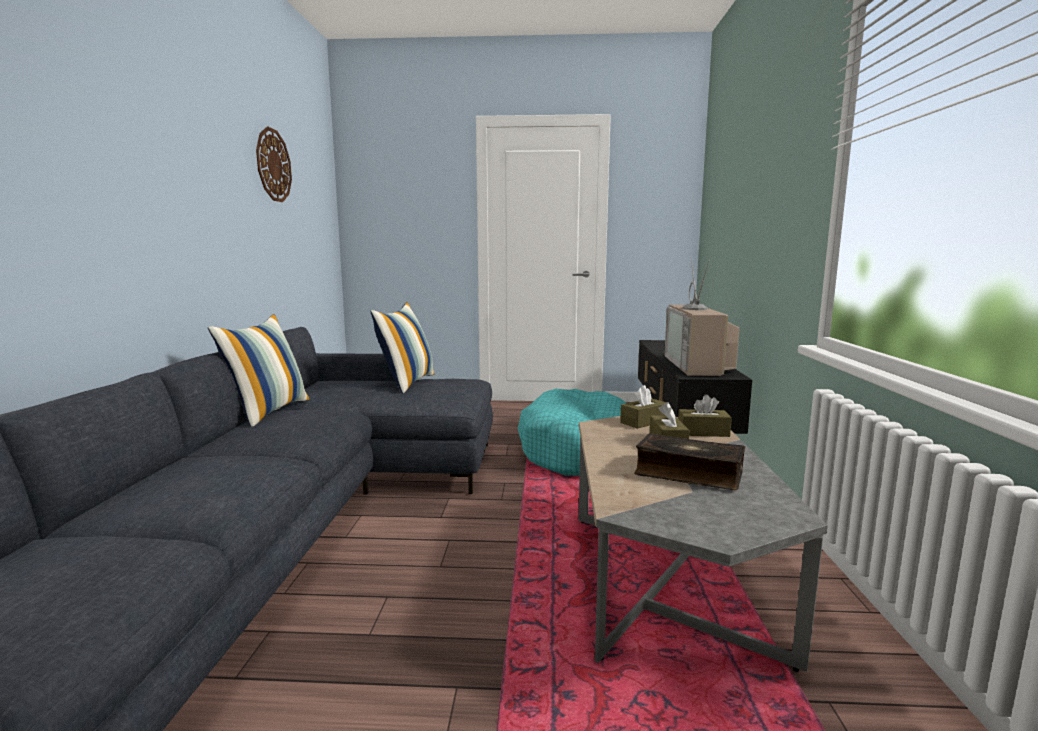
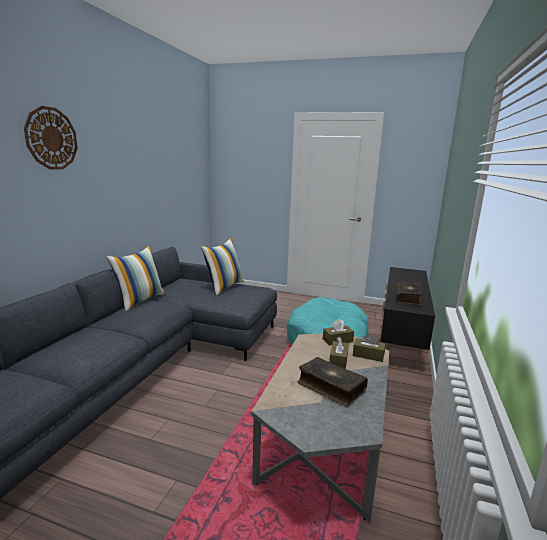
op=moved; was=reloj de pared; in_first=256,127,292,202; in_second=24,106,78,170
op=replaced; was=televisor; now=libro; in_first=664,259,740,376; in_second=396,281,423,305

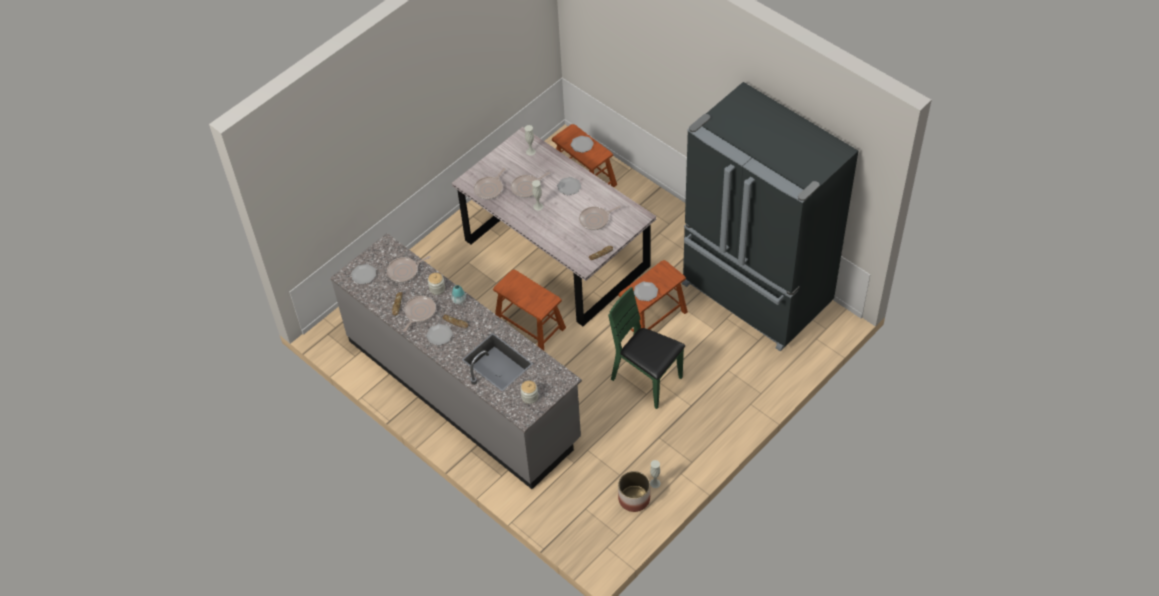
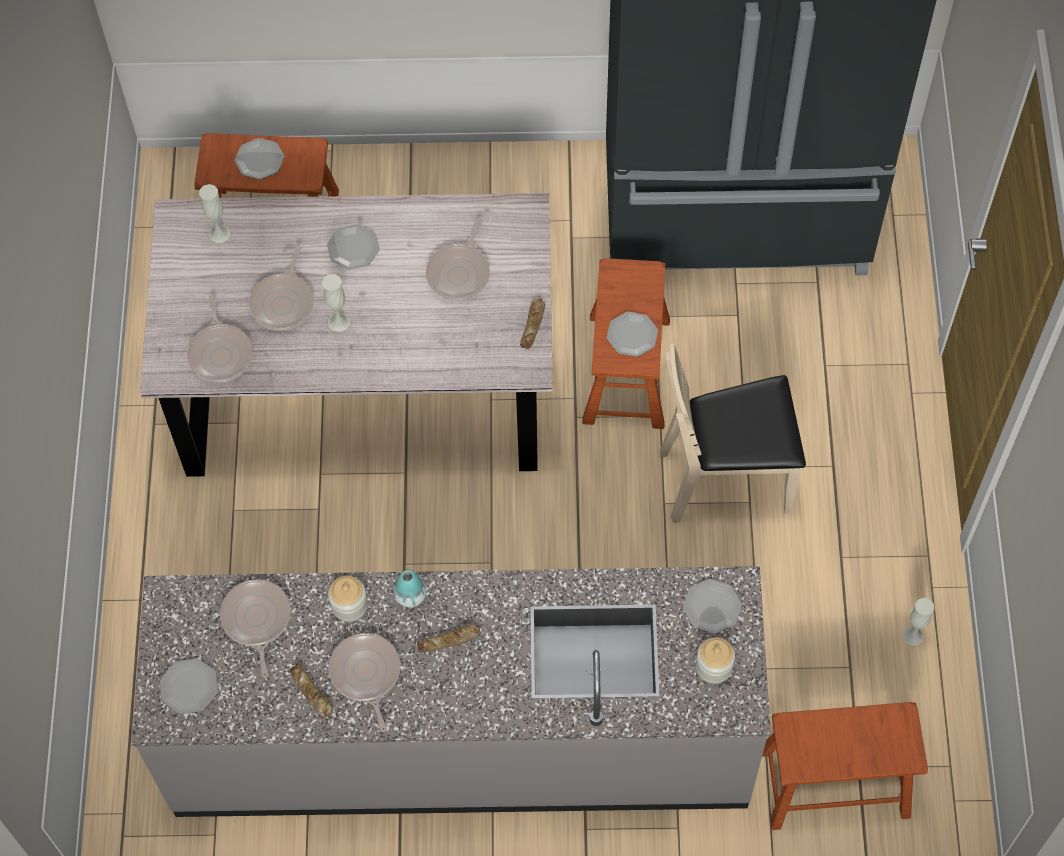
op=removed; was=maceta; in_first=618,471,650,512
op=moved; was=plato; in_first=426,324,453,346; in_second=683,579,742,634
op=moved; was=taburete (marrón); in_first=493,269,566,351; in_second=762,702,928,830
op=recoloured; was=silla (verde); now=silla (beis); in_first=608,287,685,409; in_second=660,344,806,523
op=turned; was=sartén; in_first=387,256,431,282; in_second=220,579,291,678; clockwise=150

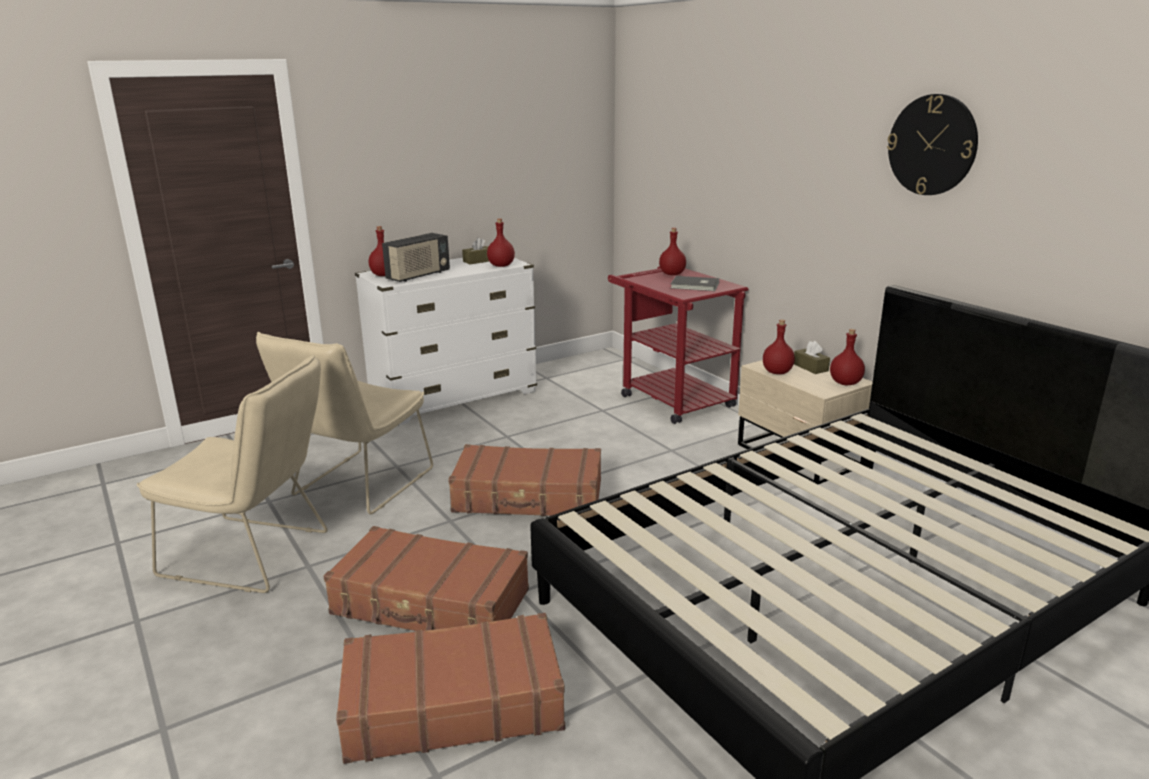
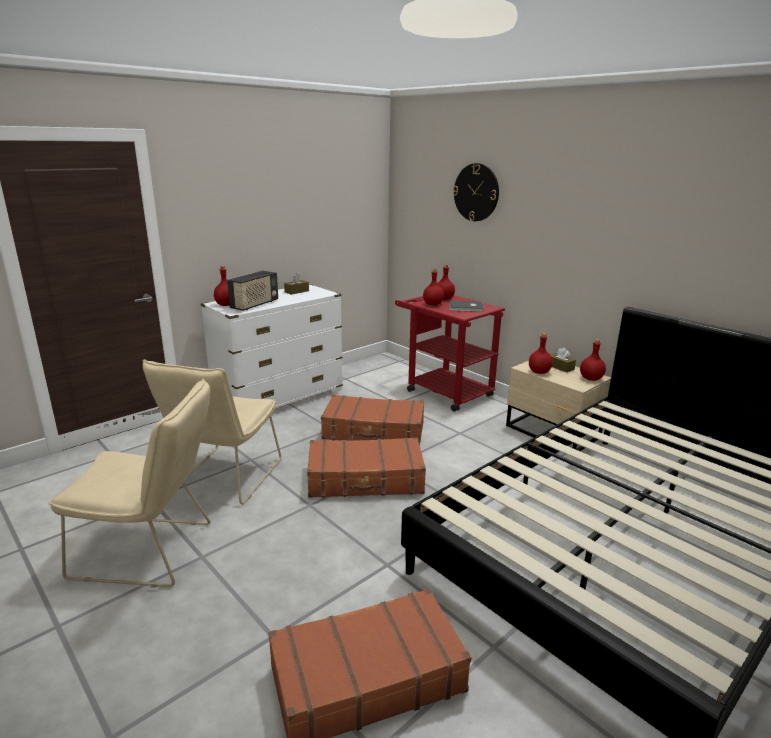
op=moved; was=maleta (marrón); in_first=323,526,529,631; in_second=321,395,424,445
op=moved; was=botella (rojo); in_first=487,218,515,267; in_second=423,269,444,305
op=moved; was=reloj de pared; in_first=887,94,978,195; in_second=453,163,499,221

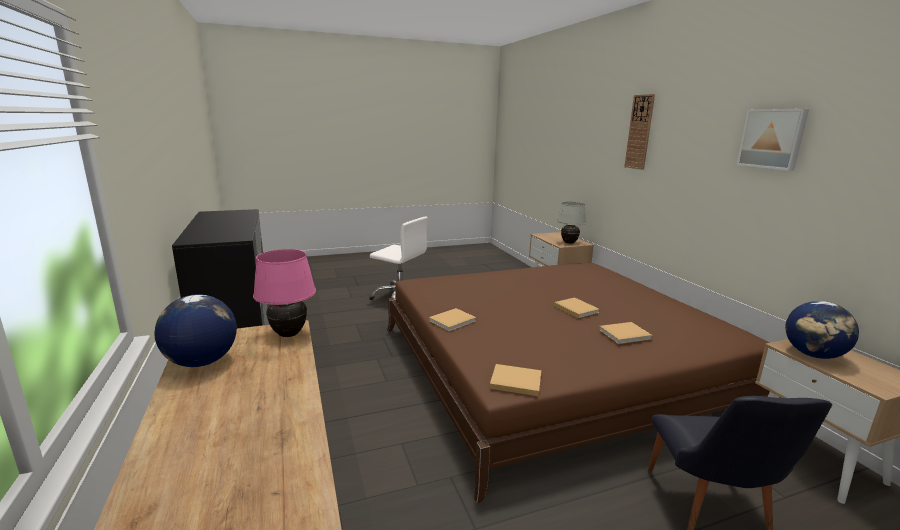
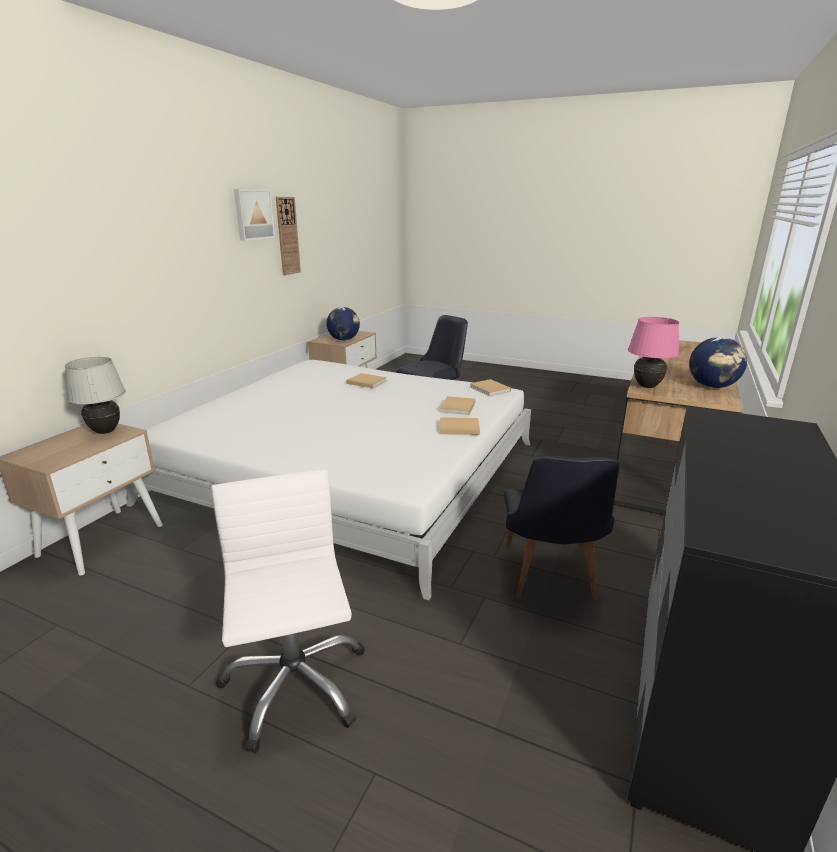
op=added; now=silla (negro); in_second=504,456,620,601
op=moved; was=libro (beis); in_first=554,298,599,318; in_second=440,396,475,415
op=moved; was=reloj de pared; in_first=624,94,655,170; in_second=276,197,301,275
op=recoloured; was=cama (marrón); now=cama (blanco); in_first=387,263,781,503; in_second=126,360,531,600

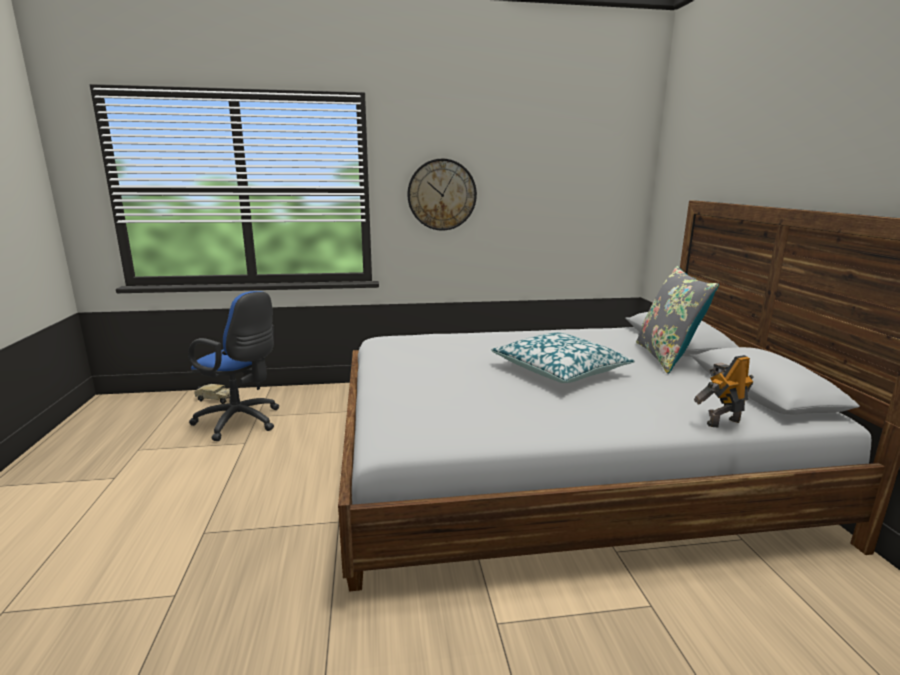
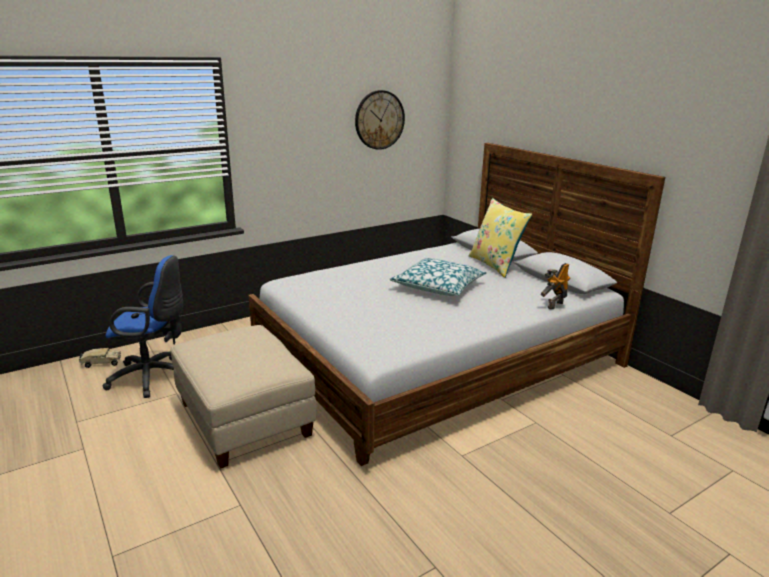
op=added; now=puf (beis); in_second=170,325,317,469
op=moved; was=reloj de pared; in_first=407,159,477,231; in_second=355,90,405,150
op=recoloured; was=cojín (gris); now=cojín (amarillo); in_first=636,266,719,374; in_second=469,198,532,278

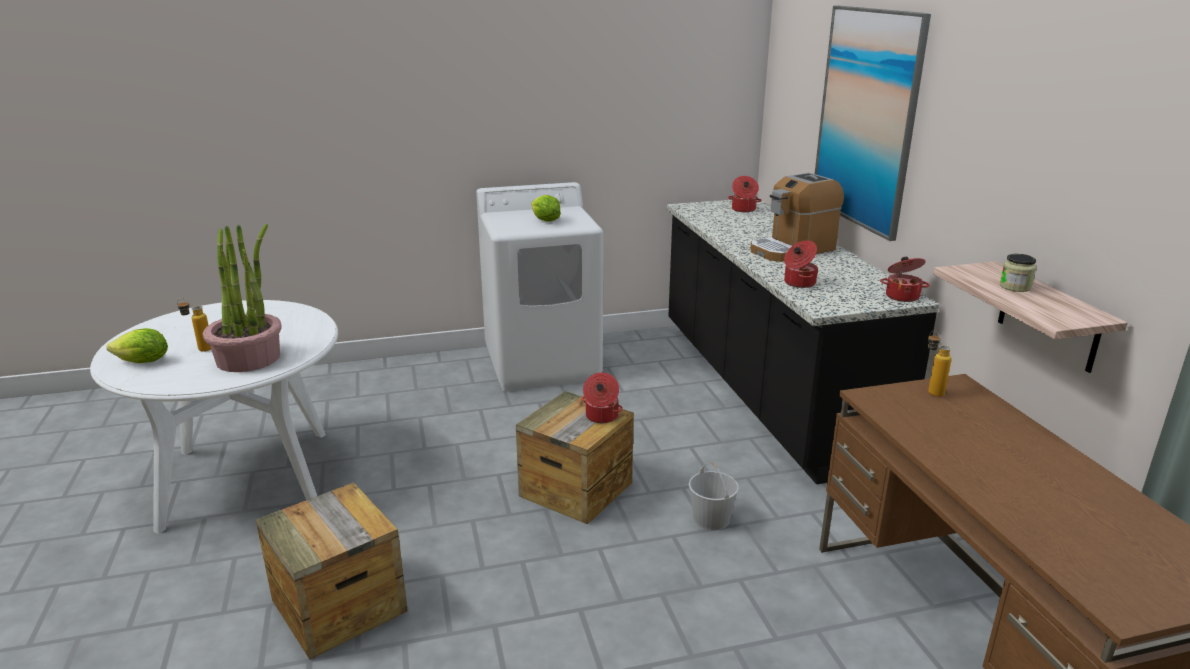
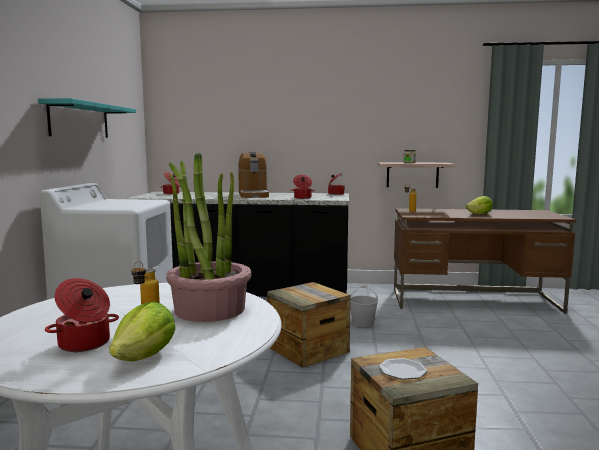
op=removed; was=cuadro; in_first=815,6,931,241
op=added; now=estante (turquesa); in_second=38,98,136,138
op=added; now=plato; in_second=379,358,427,380
op=moved; was=lechuga; in_first=531,195,561,222; in_second=465,196,493,214
op=moved; was=olla; in_first=582,373,623,423; in_second=45,278,119,352

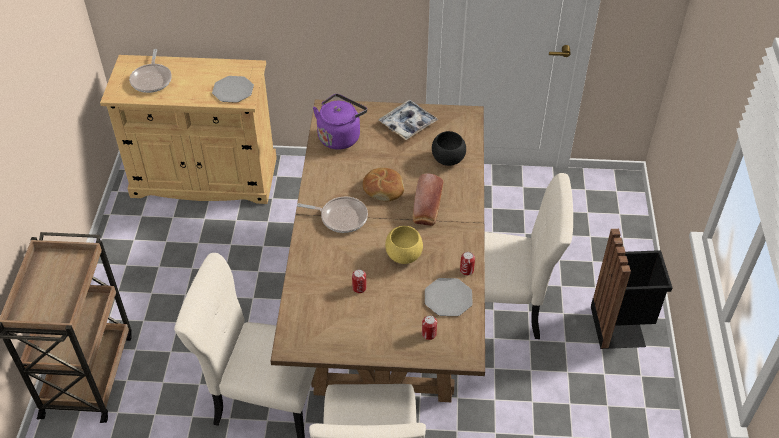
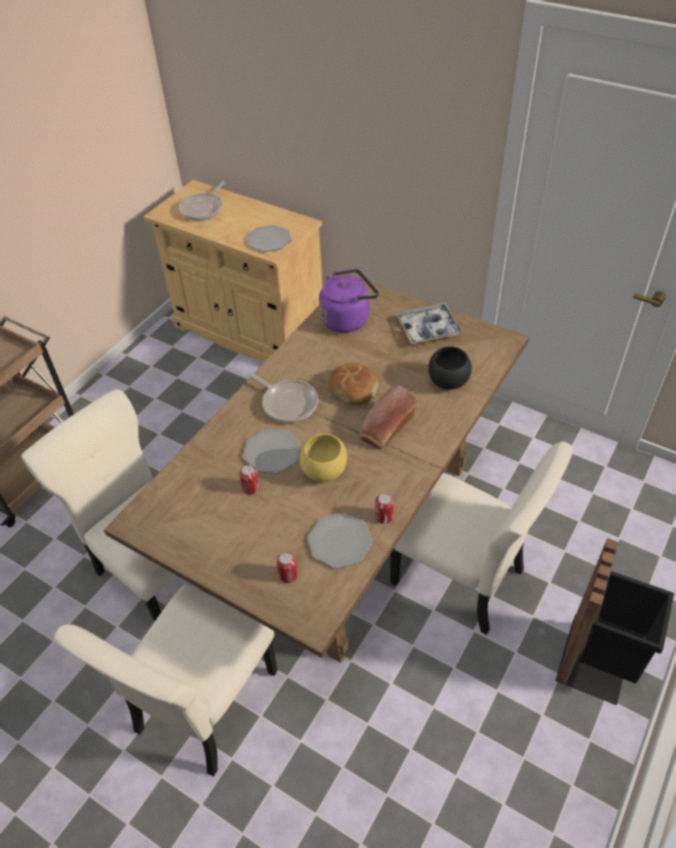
op=added; now=plato; in_second=243,429,301,473

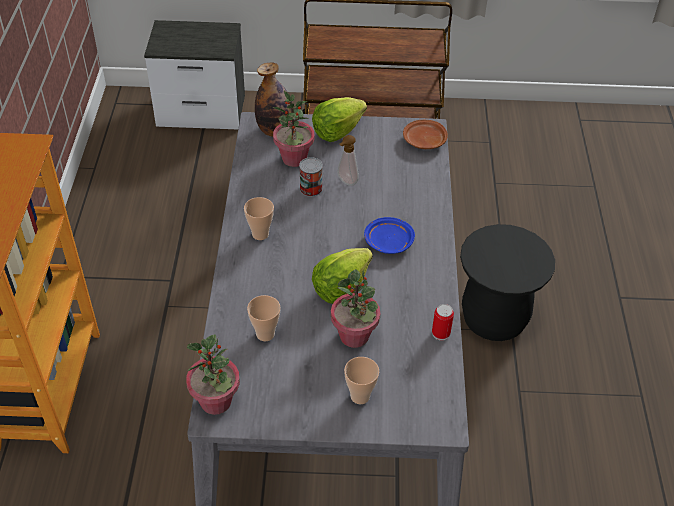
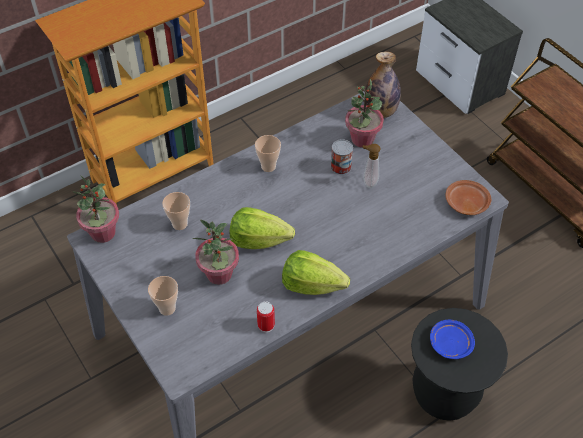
op=moved; was=lechuga; in_first=312,97,367,142; in_second=282,250,350,295
op=moved; was=plato (azul); in_first=364,217,415,254; in_second=430,320,475,359

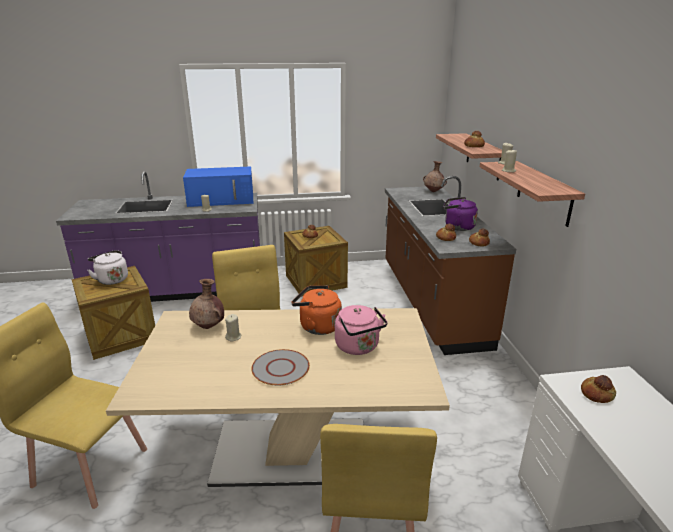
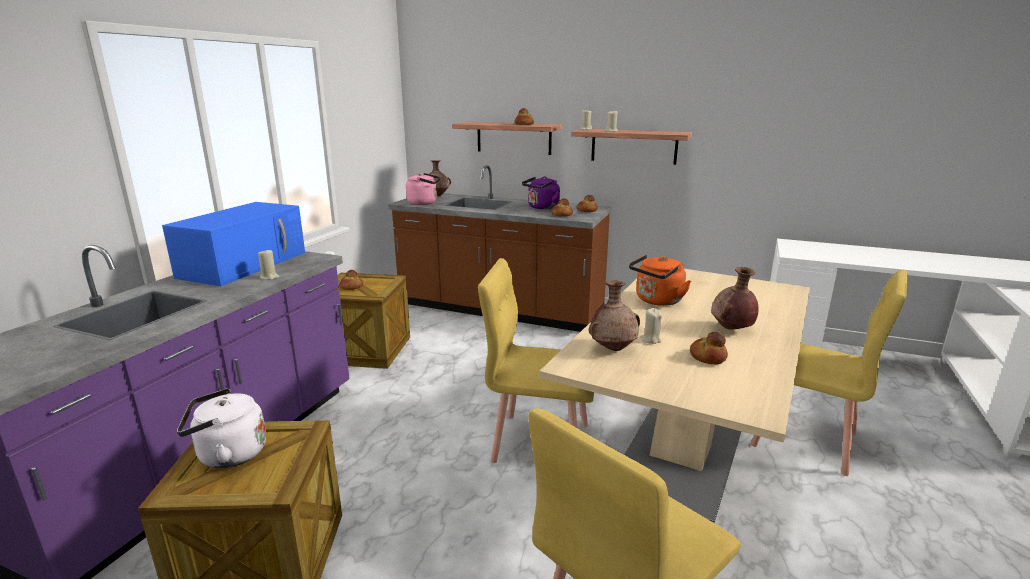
op=moved; was=hervidor (rosa); in_first=335,305,388,355; in_second=406,173,440,205
op=moved; was=pan; in_first=581,375,616,403; in_second=690,332,728,364
op=replaced; was=plato (gris); now=florero (marrón); in_first=251,349,310,386; in_second=711,267,759,329

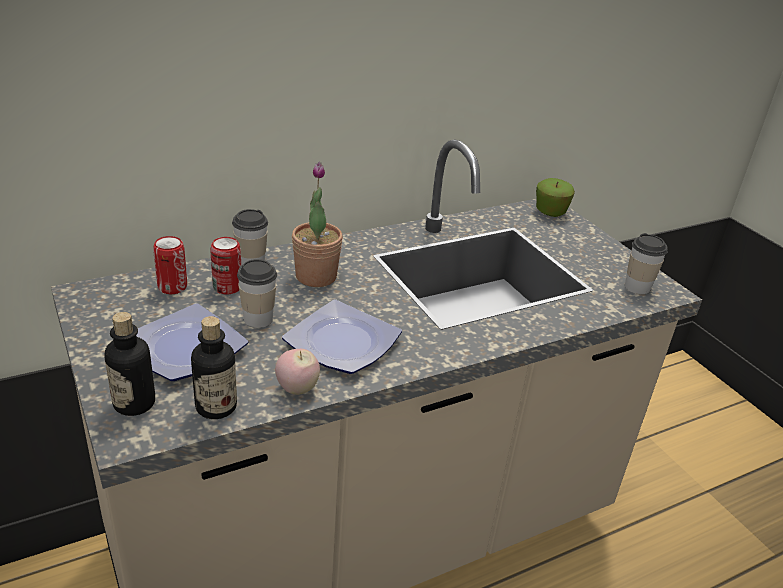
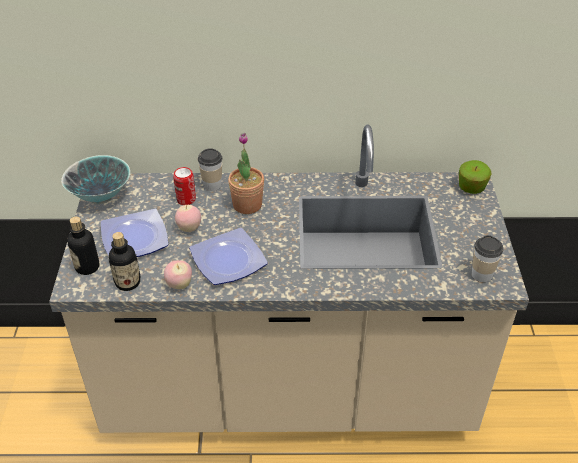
op=removed; was=lata; in_first=153,236,187,294
op=added; now=cuenco; in_second=61,155,131,205
op=replaced; was=taza; now=manzana; in_first=237,259,277,328; in_second=175,205,201,232

